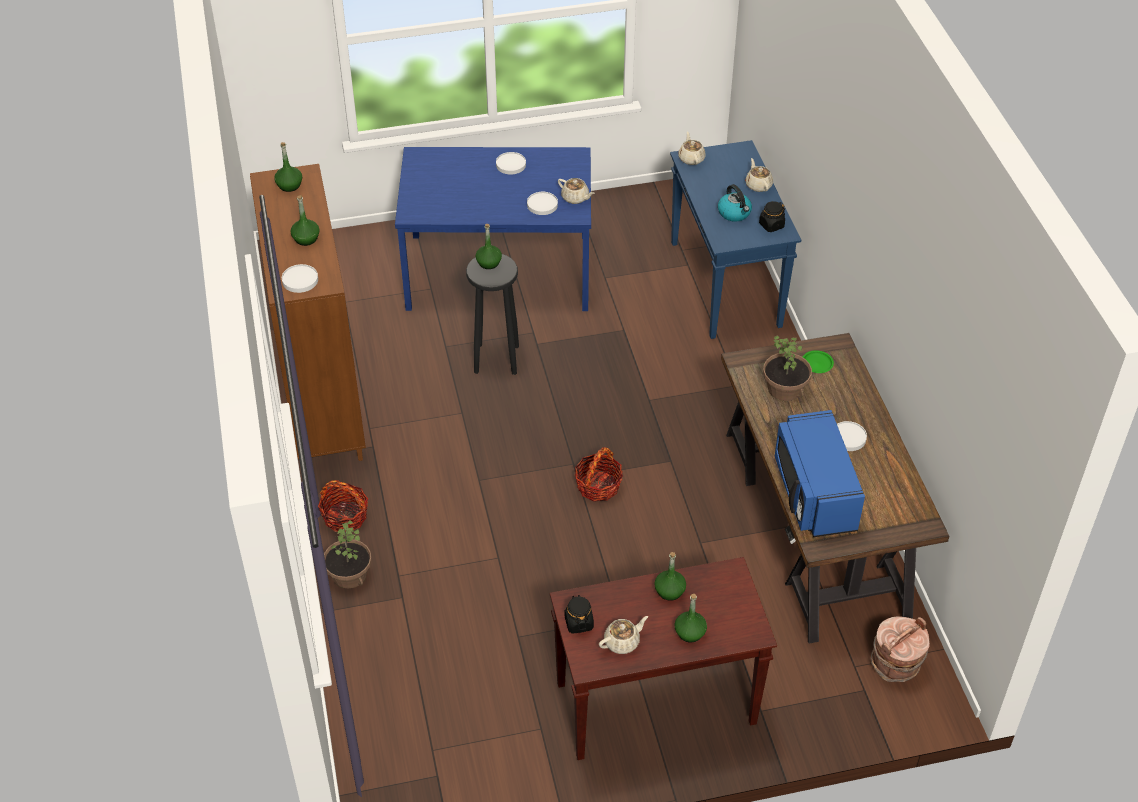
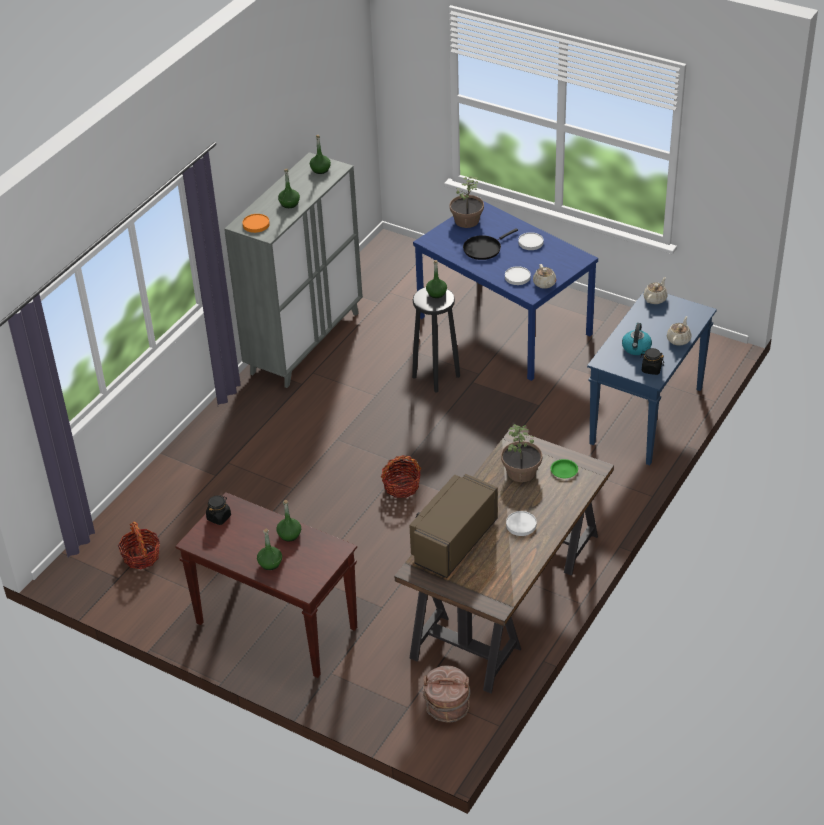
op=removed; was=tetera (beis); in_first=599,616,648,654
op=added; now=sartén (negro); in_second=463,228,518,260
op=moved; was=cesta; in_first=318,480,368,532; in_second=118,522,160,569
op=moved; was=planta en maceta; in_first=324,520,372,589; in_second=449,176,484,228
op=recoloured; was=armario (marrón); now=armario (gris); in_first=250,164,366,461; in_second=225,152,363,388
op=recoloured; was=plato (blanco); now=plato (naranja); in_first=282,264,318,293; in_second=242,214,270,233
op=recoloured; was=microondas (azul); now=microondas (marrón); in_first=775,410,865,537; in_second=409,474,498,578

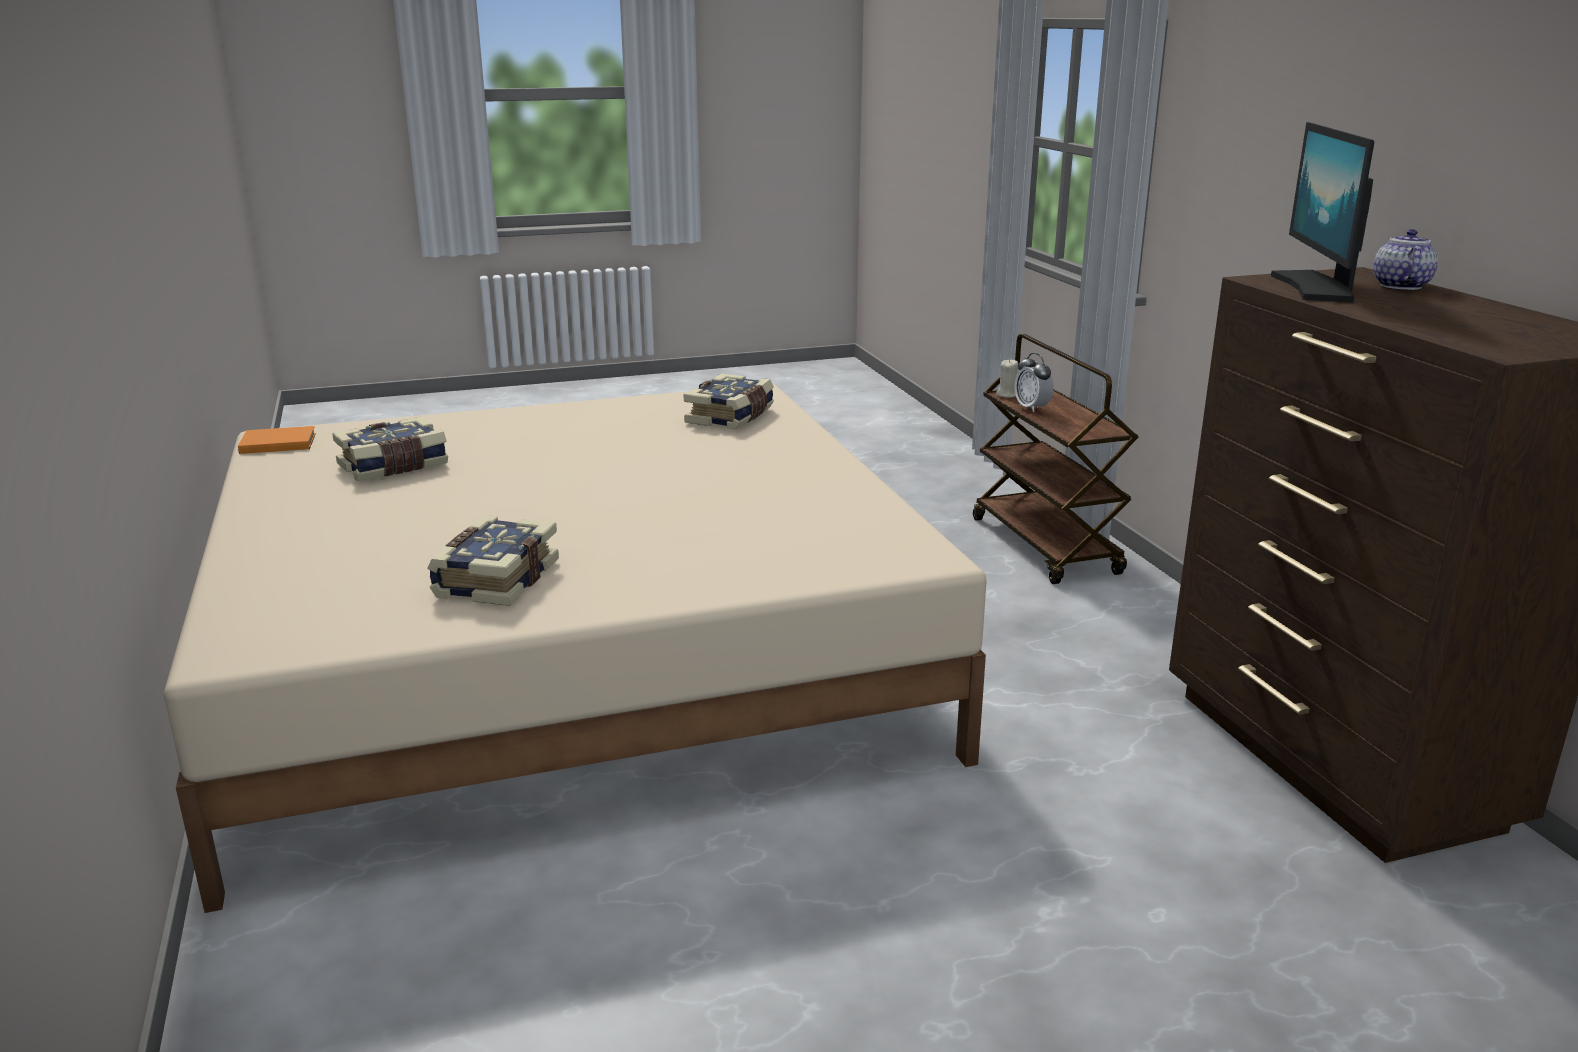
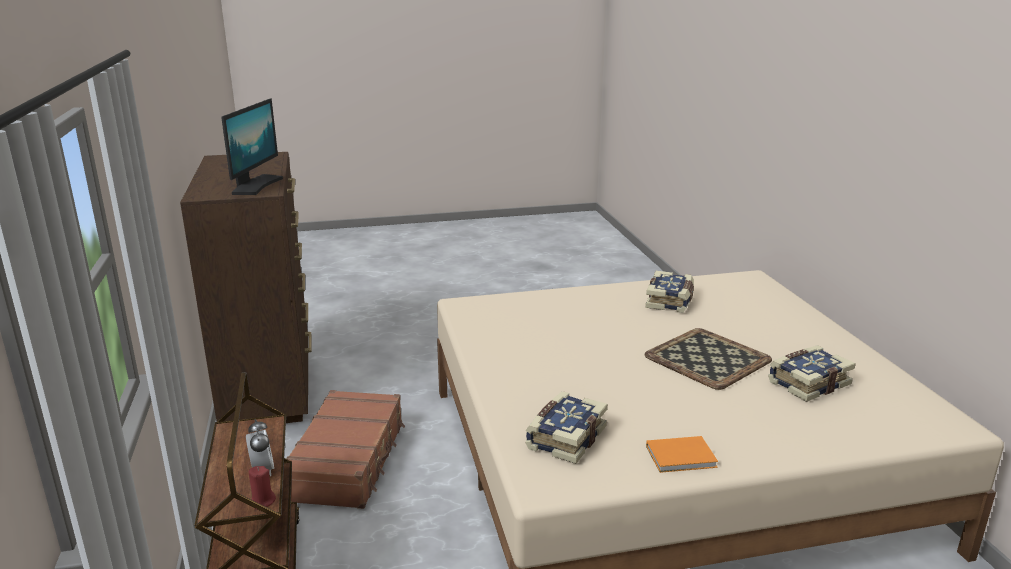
op=removed; was=tetera; in_first=1373,229,1438,290
op=added; now=maleta (marrón); in_second=286,390,405,509
op=added; now=bandeja; in_second=645,328,772,390
op=moved; was=libro (naranja); in_first=238,426,316,454; in_second=646,436,718,473
op=recoloured; was=vela (beis); now=vela (rojo); in_first=996,359,1018,398; in_second=249,466,276,510

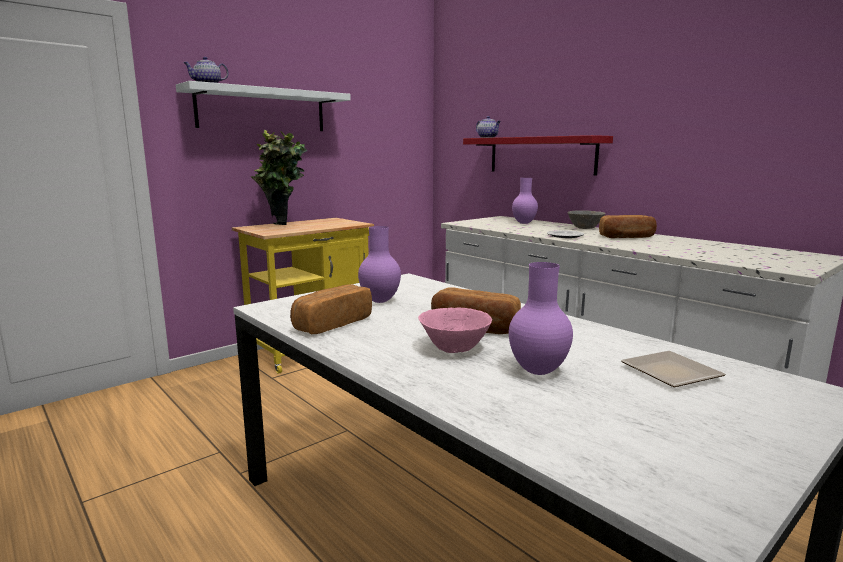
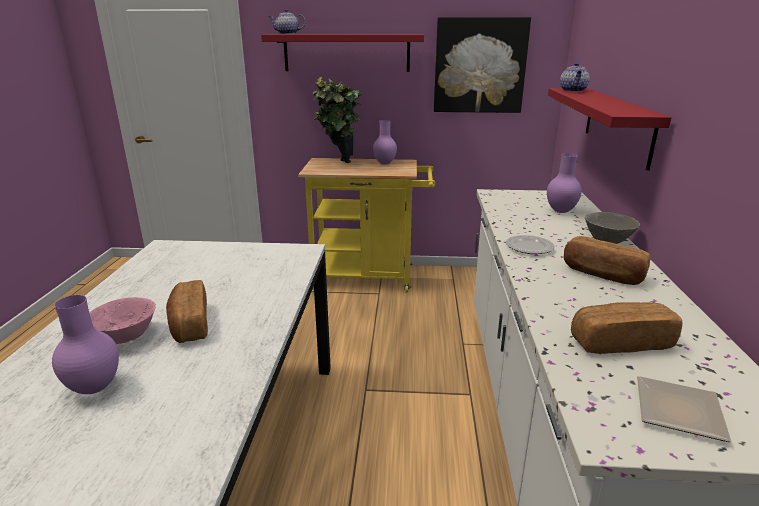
op=added; now=cuadro; in_second=434,17,531,113
op=moved; was=pan; in_first=290,284,372,334; in_second=571,302,683,354
op=moved; was=florero (morado); in_first=358,226,401,303; in_second=373,120,397,165
op=moved; was=plato; in_first=621,351,726,387; in_second=637,376,732,442
op=recoloured; was=estante (blanco); now=estante (rojo); in_first=176,81,351,131; in_second=261,34,424,72

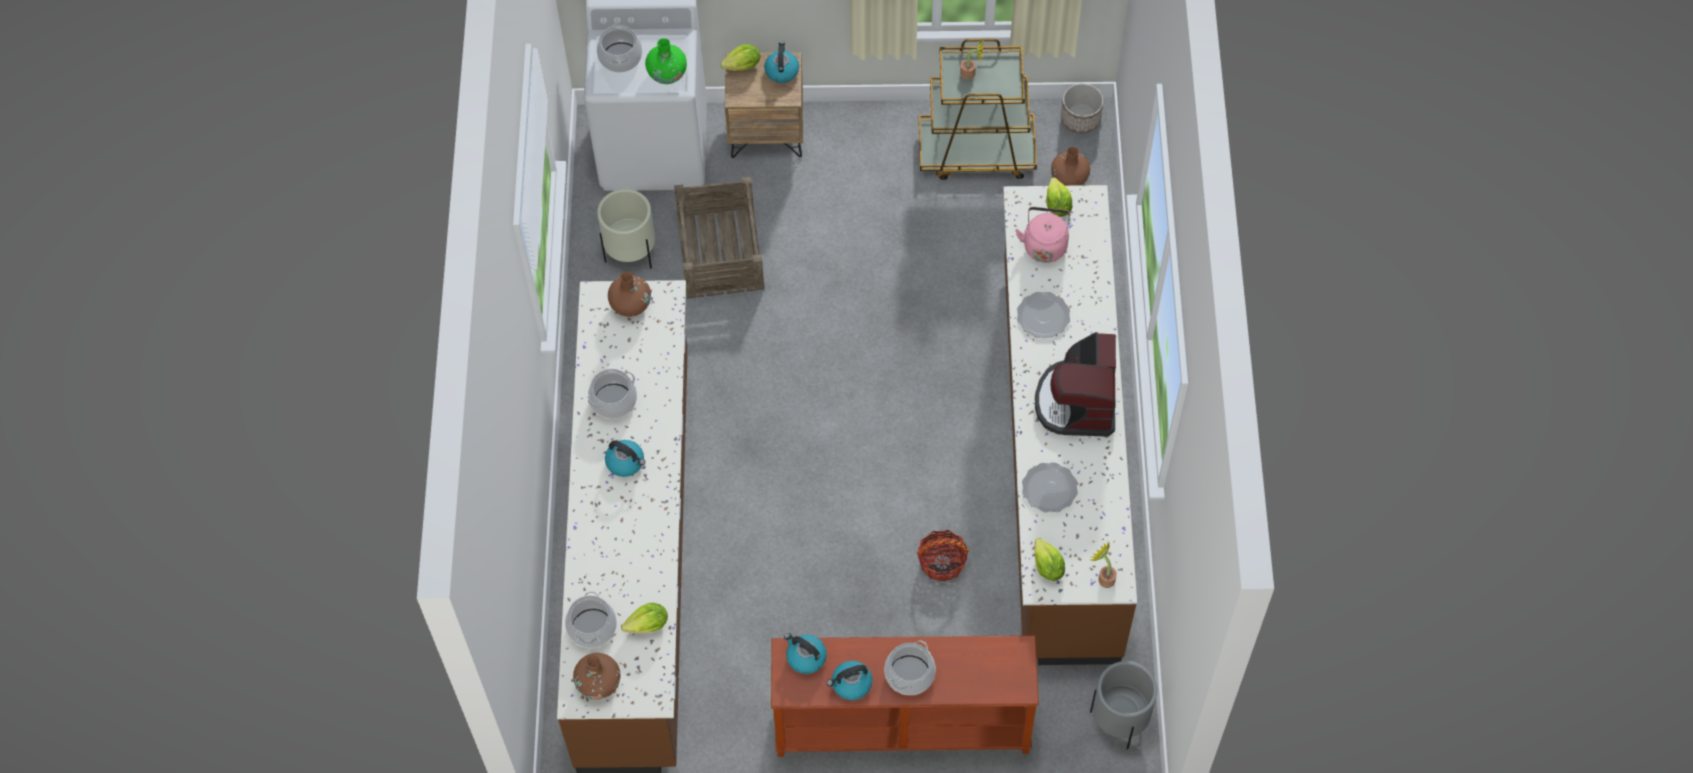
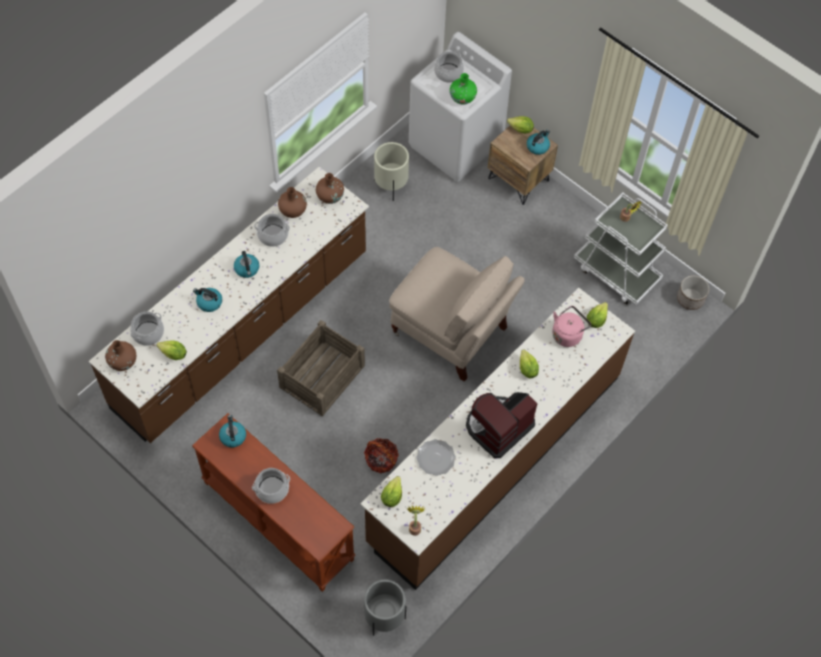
op=added; now=silla (beis); in_second=389,247,524,382
op=moved; was=caja de embalaje; in_first=674,177,764,299; in_second=277,320,365,416
op=moved; was=hervidor; in_first=827,661,872,700; in_second=193,288,222,312
op=moved; was=florero (marrón); in_first=1051,147,1090,186; in_second=278,187,307,218
op=replaced; was=plato; now=lechuga; in_first=1017,292,1070,338; in_second=520,350,539,378
op=recoloured; was=carrito (marrón); now=carrito (blanco); in_first=919,39,1037,180; in_second=574,193,668,304

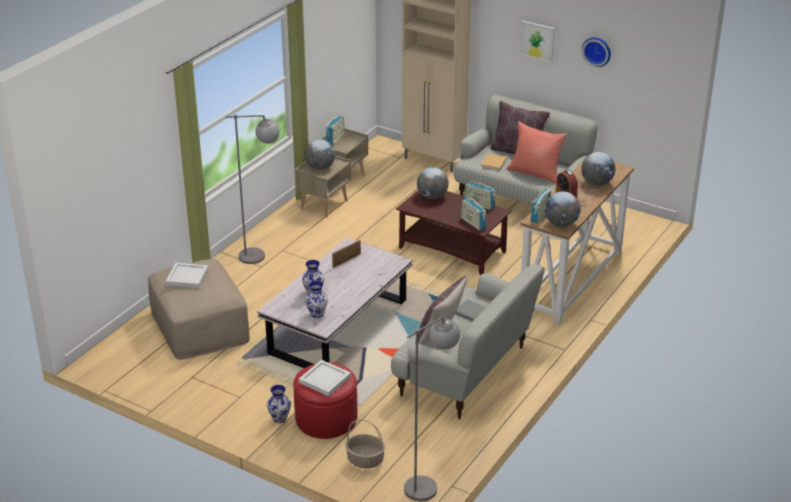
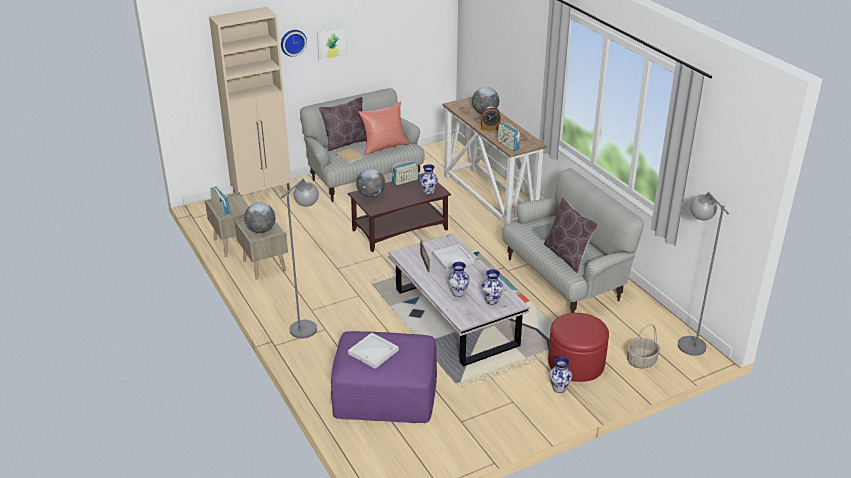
op=removed; was=globo terráqueo; in_first=545,191,581,227
op=moved; was=bandeja (blanco); in_first=299,360,351,396; in_second=433,244,474,271
op=moved; was=reloj de pared; in_first=582,37,611,67; in_second=281,30,307,57
op=replaced; was=radio; now=florero; in_first=461,196,486,231; in_second=420,164,438,195
op=recoloured; was=puf (beis); now=puf (morado); in_first=148,259,249,360; in_second=331,331,437,423

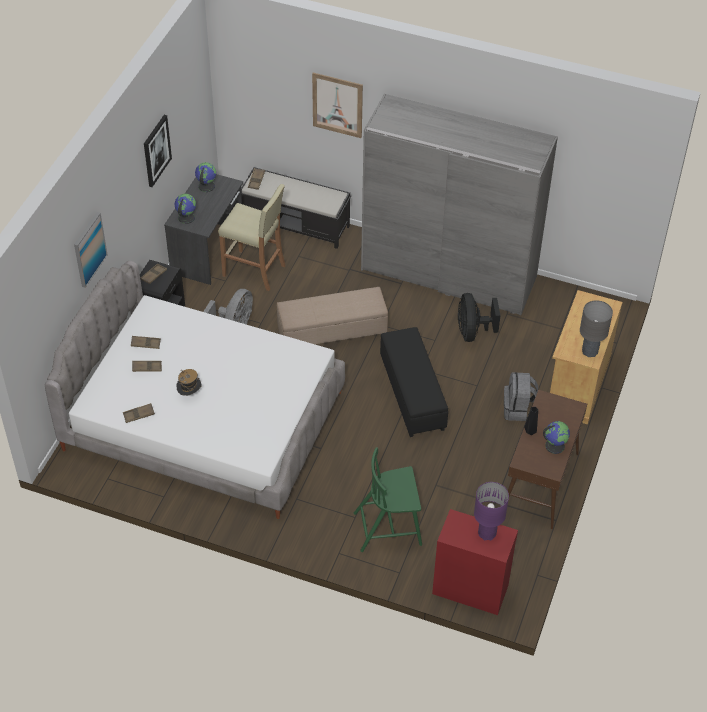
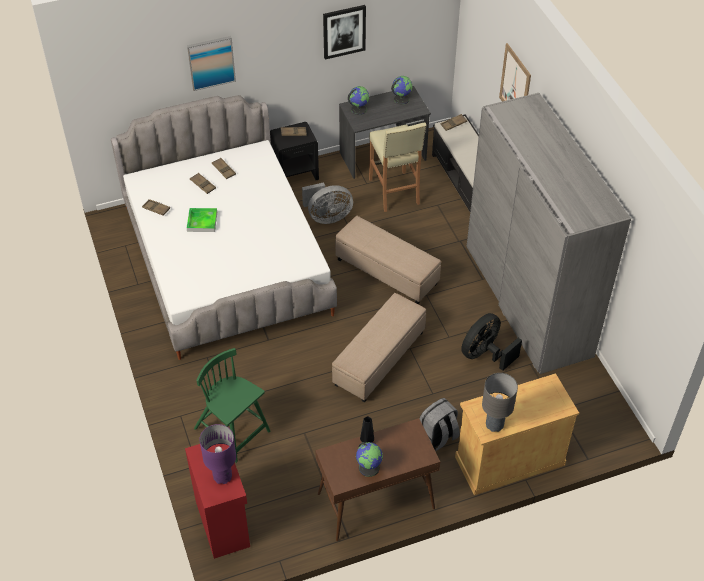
op=replaced; was=sombrero; now=bandeja; in_first=176,369,202,396; in_second=187,208,217,232
op=recoloured; was=puf (negro); now=puf (beis); in_first=380,327,448,437; in_second=332,293,426,403

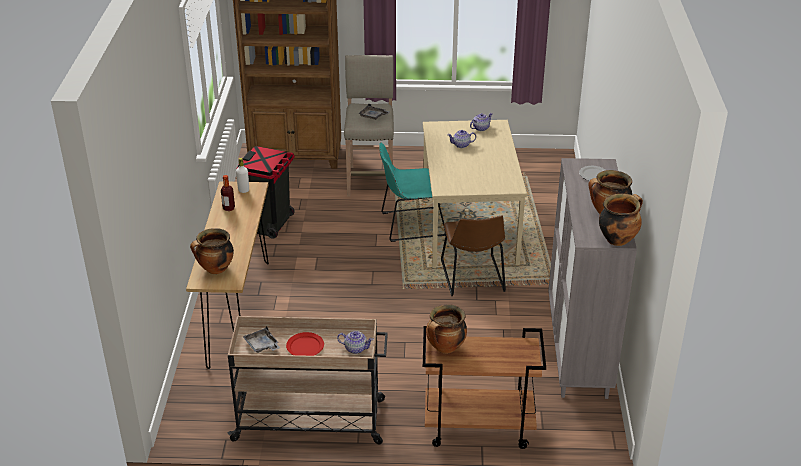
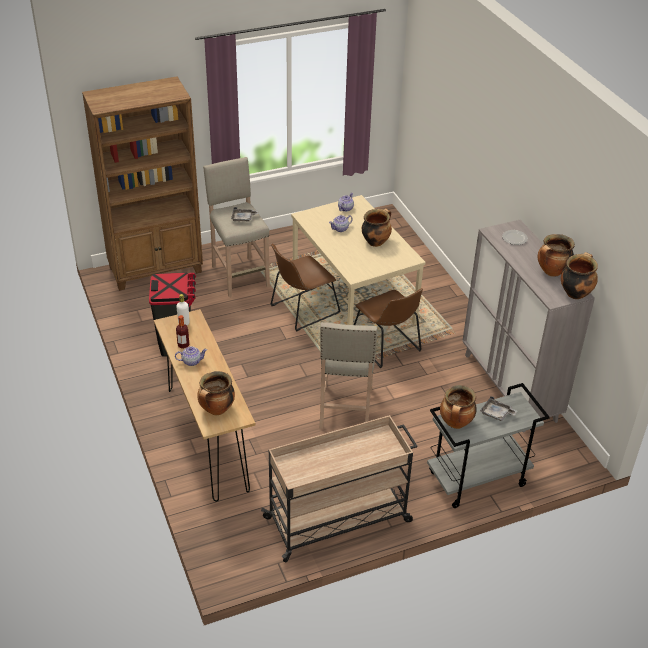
op=removed; was=plato (rojo); in_first=286,332,324,356
op=added; now=taburete (beis); in_second=320,322,377,429
op=added; now=olla; in_second=362,208,392,247
op=moved; was=bandeja (gris); in_first=243,326,280,353; in_second=480,396,517,421
op=moved; was=tetera; in_first=337,331,374,354; in_second=175,346,207,366
op=recoloured; was=silla (turquesa); now=silla (marrón); in_first=379,142,446,242; in_second=271,244,341,332
op=recoloured; was=carrito (marrón); now=carrito (gris); in_first=423,326,546,449; in_second=427,383,550,508

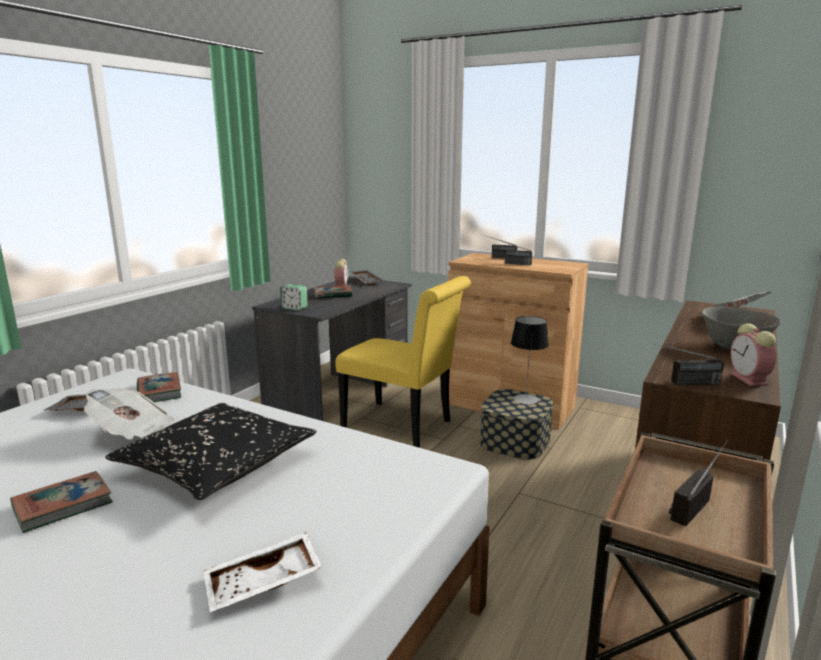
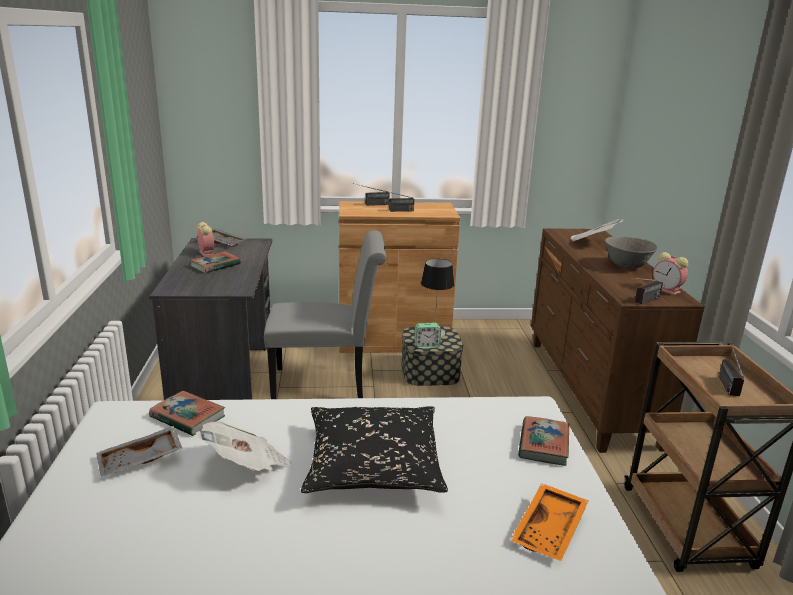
op=moved; was=libro; in_first=10,471,113,533; in_second=518,416,569,466
op=moved; was=despertador; in_first=280,284,308,311; in_second=414,323,441,348
op=recoloured; was=bandeja (blanco); now=bandeja (naranja); in_first=203,532,323,612; in_second=510,483,589,561
op=recoloured; was=silla (amarillo); now=silla (gris); in_first=335,276,471,448; in_second=264,230,386,399

